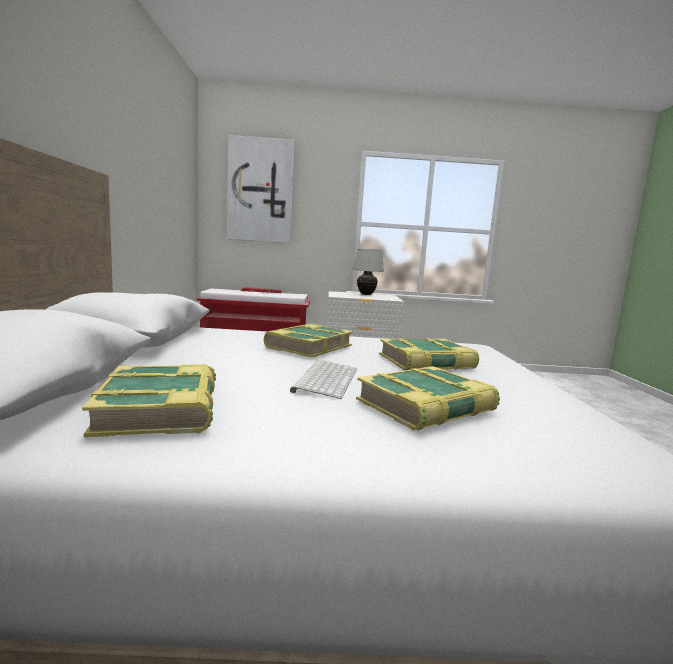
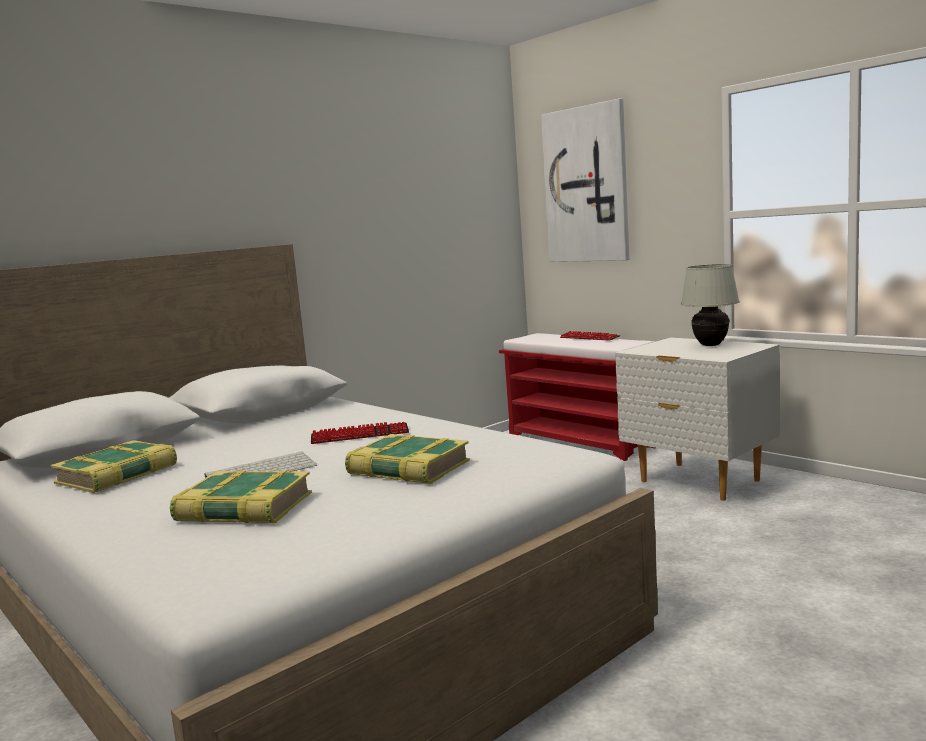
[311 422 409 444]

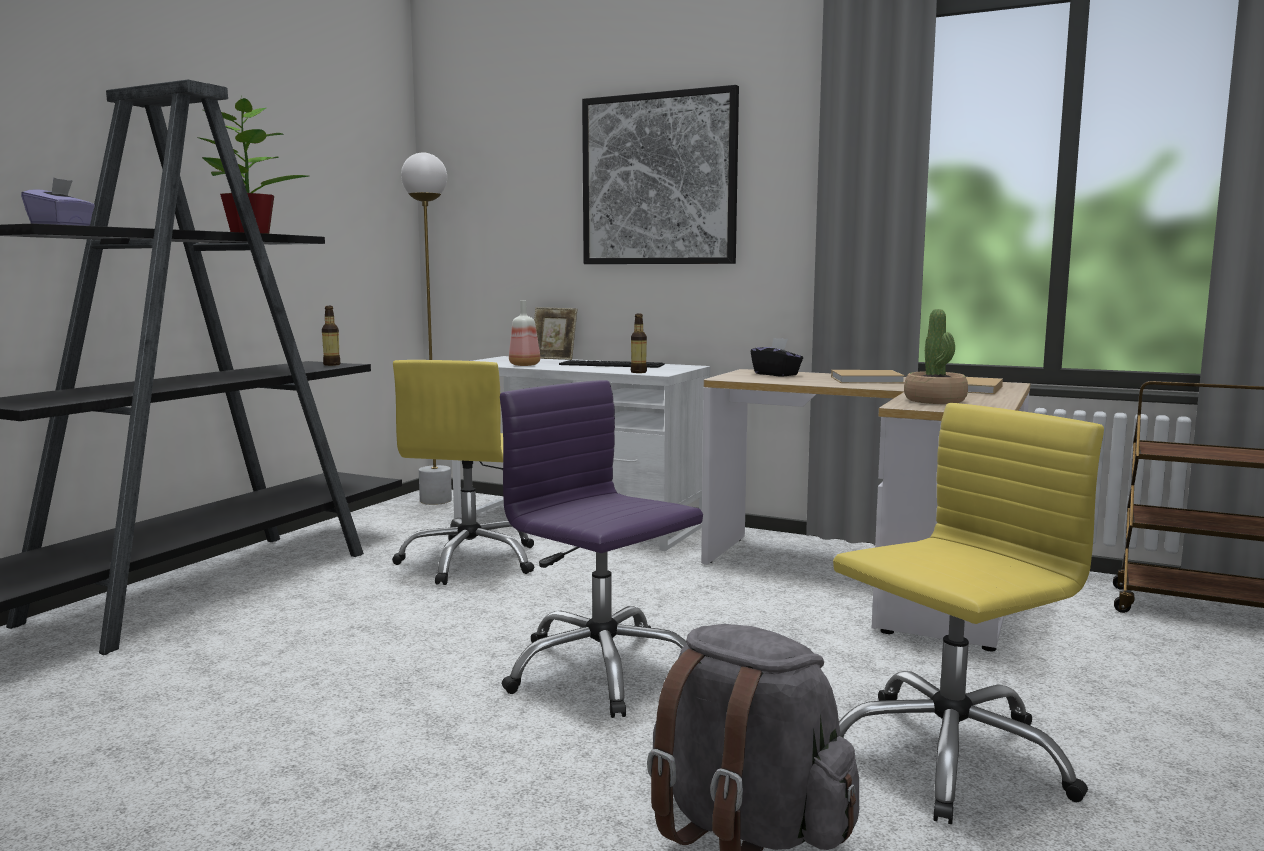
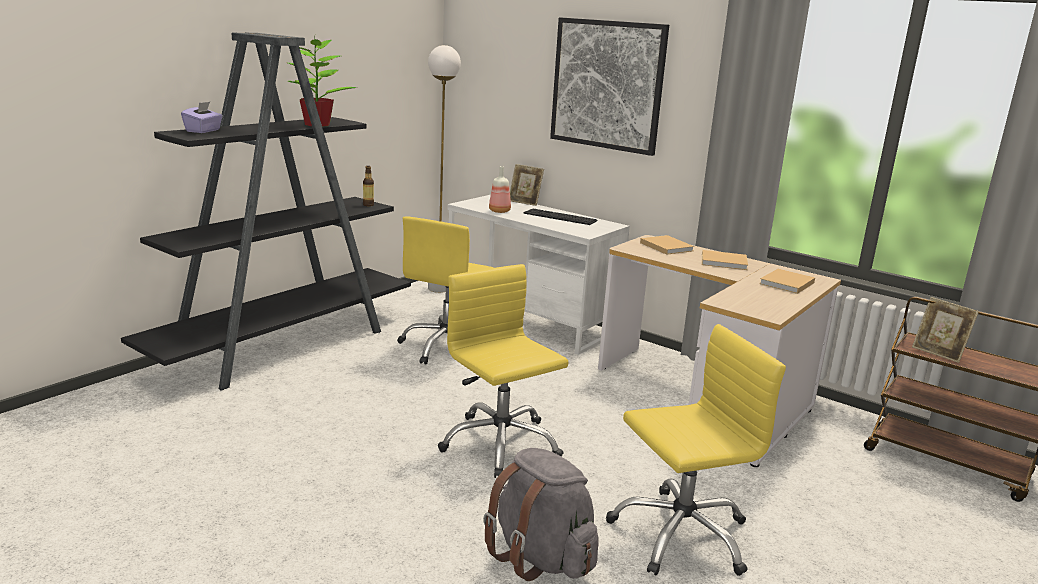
[438 264 569 478]
[640 235 694 255]
[912 297 979 363]
[631 314 647 373] (first image)
[904 309 968 404] (first image)

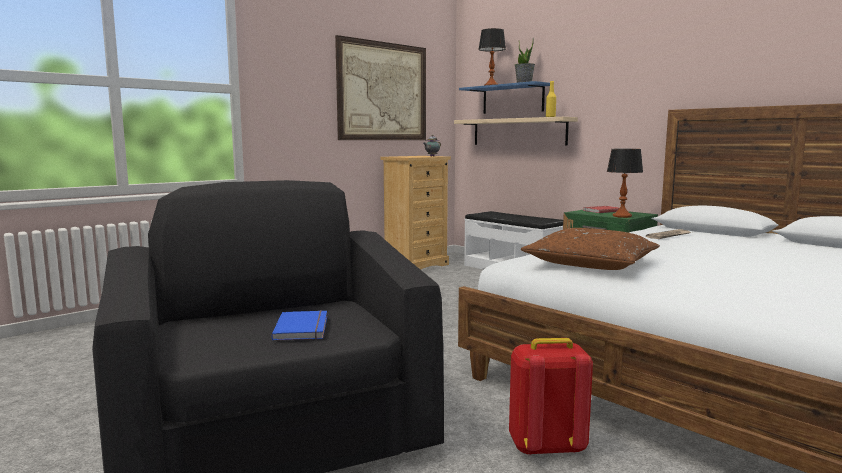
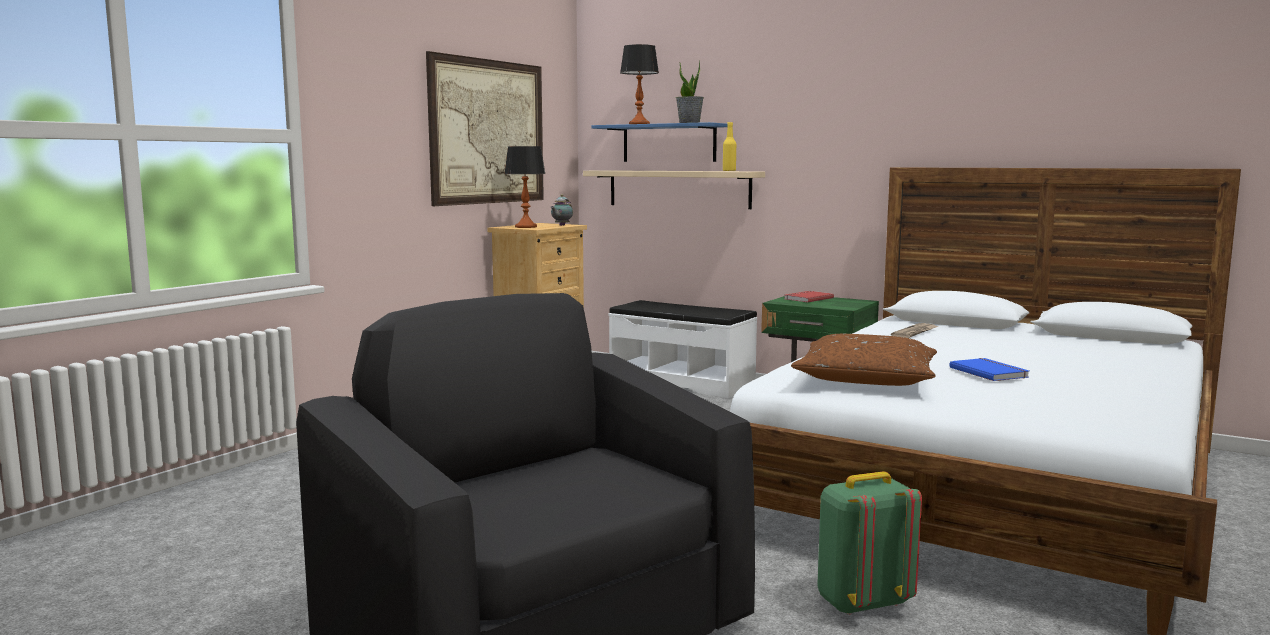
[504 146 546 228]
[817 472 922 615]
[949 358 1029 381]

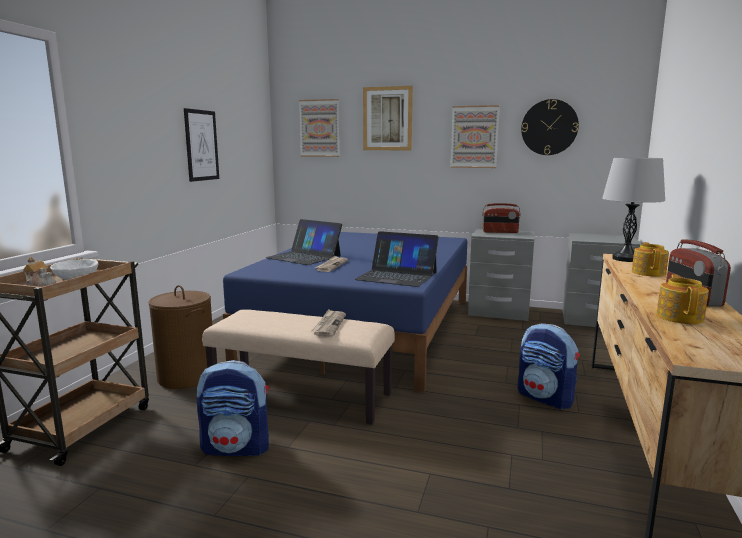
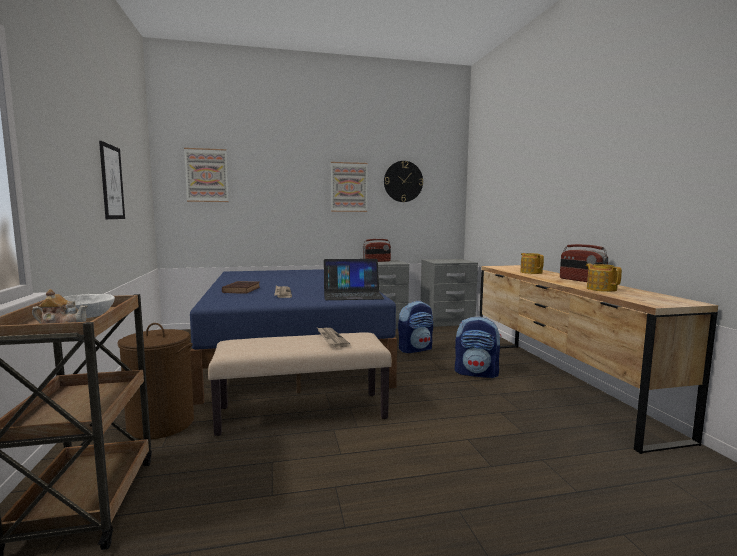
[222 281 260 294]
[398 301 433 353]
[363 86 413 150] (first image)
[602 158 665 262] (first image)

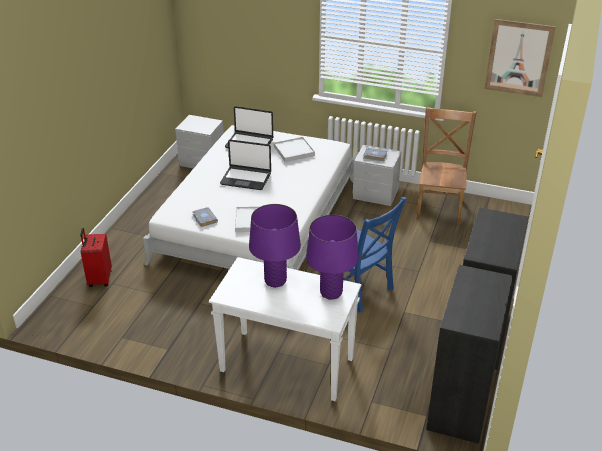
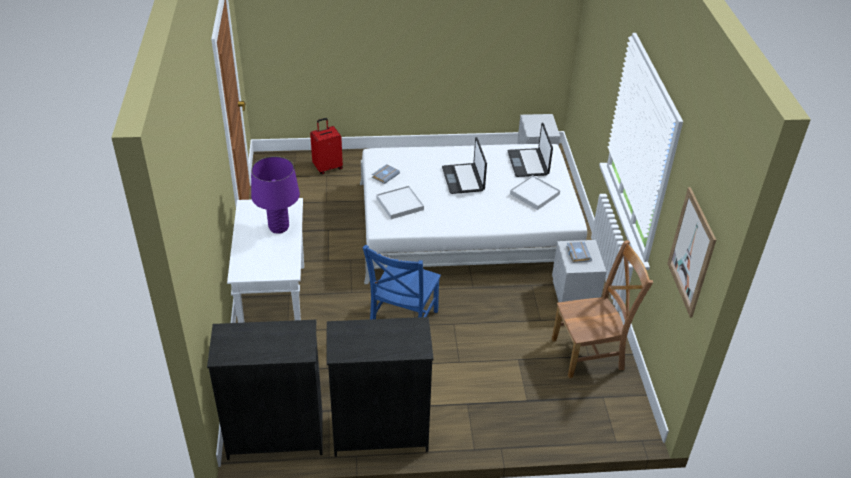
[306 215 359 300] (first image)

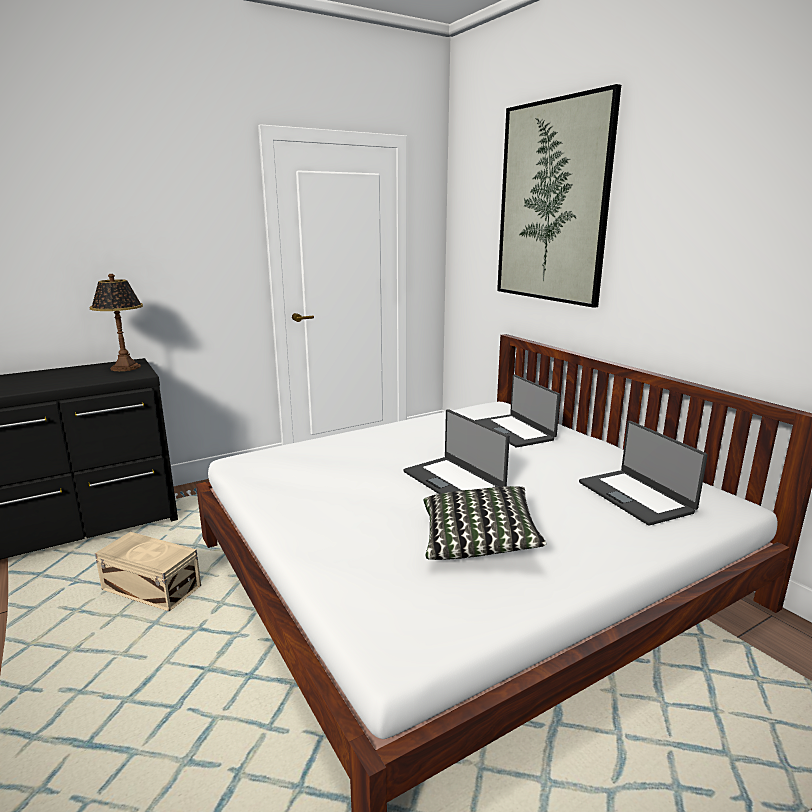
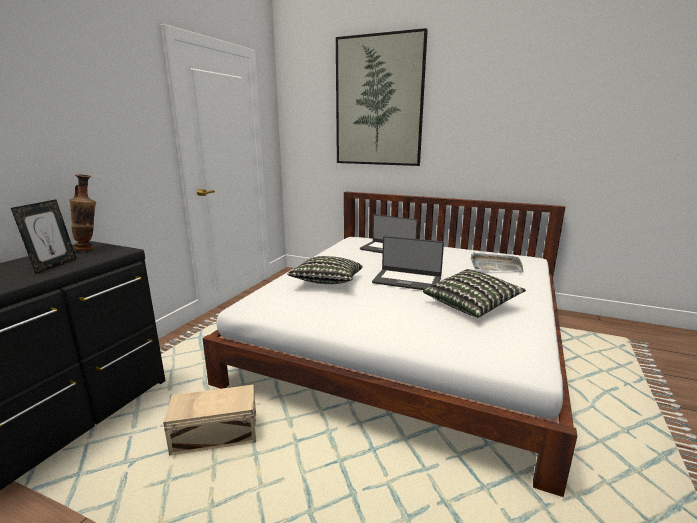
[11 199 76 274]
[69 174 96 251]
[287 256 363 284]
[471 252 524 273]

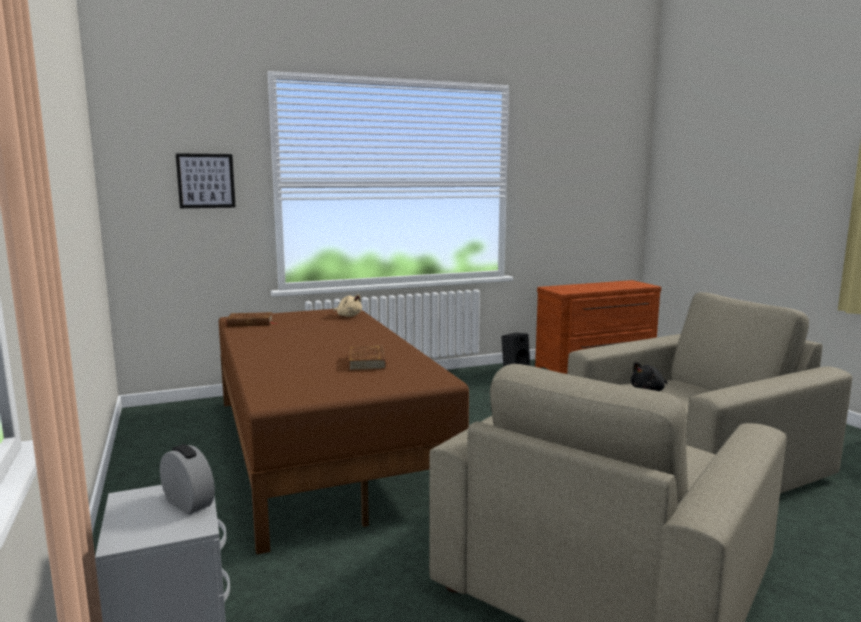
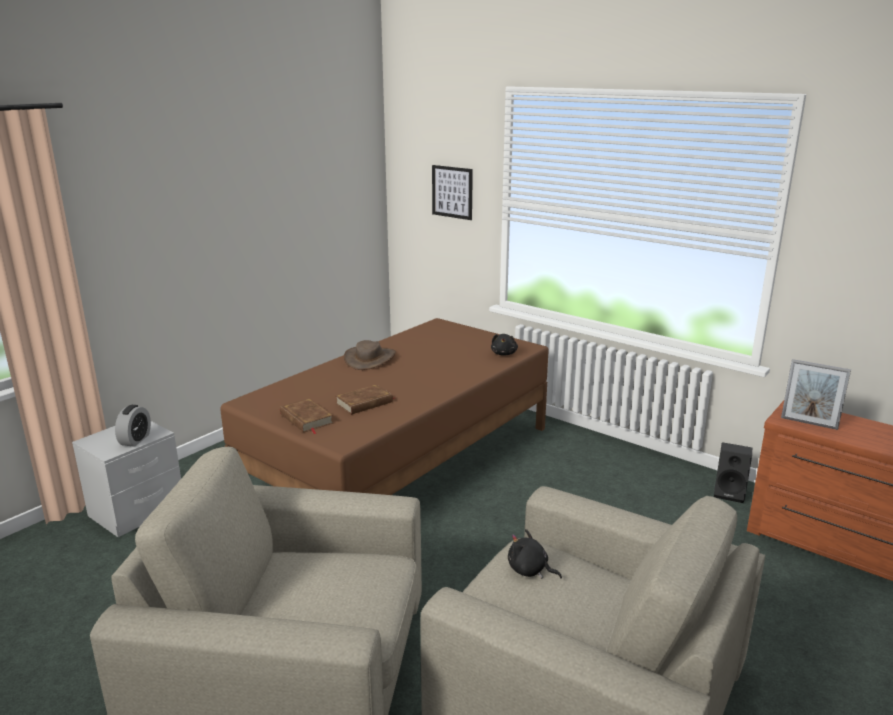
[280 398 334 434]
[344 340 396 370]
[491 334 518 356]
[781 359 851 430]

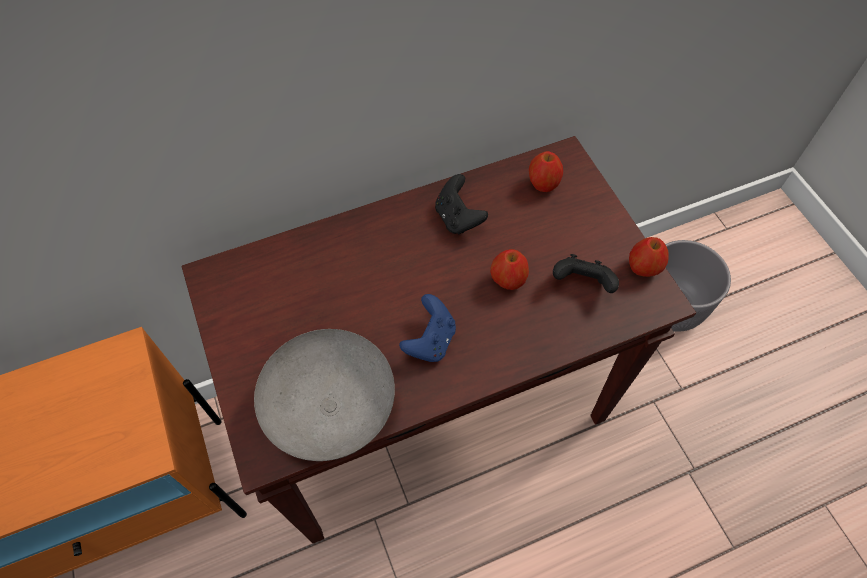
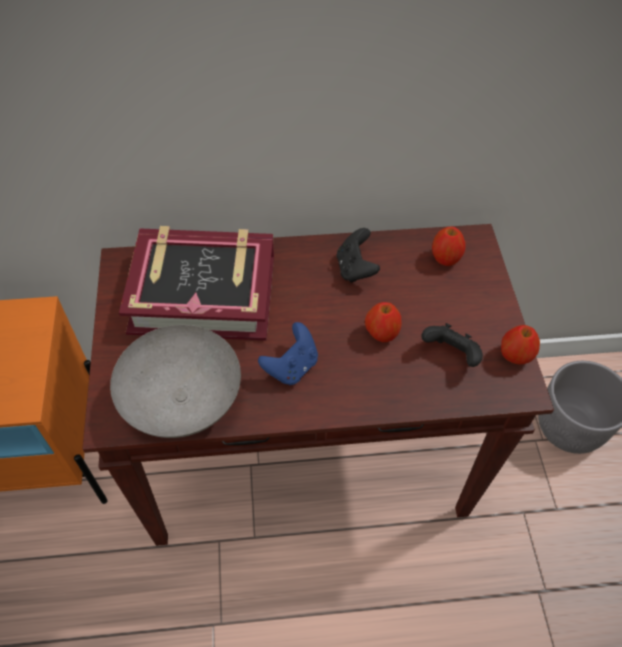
[119 226 274 341]

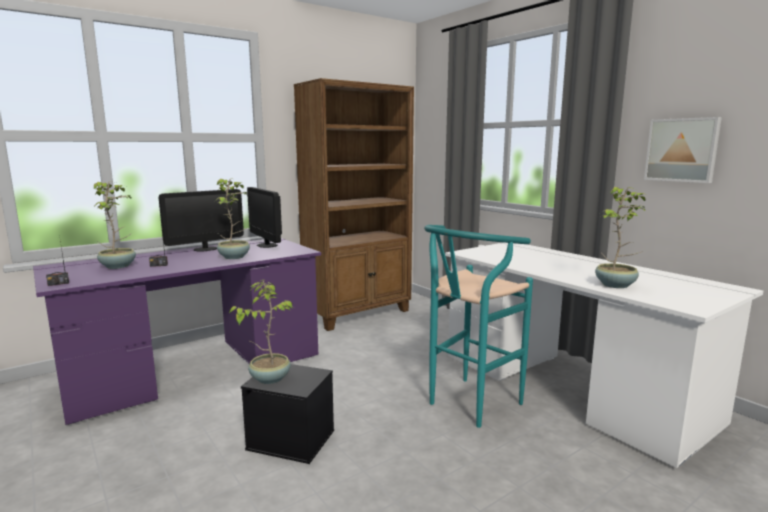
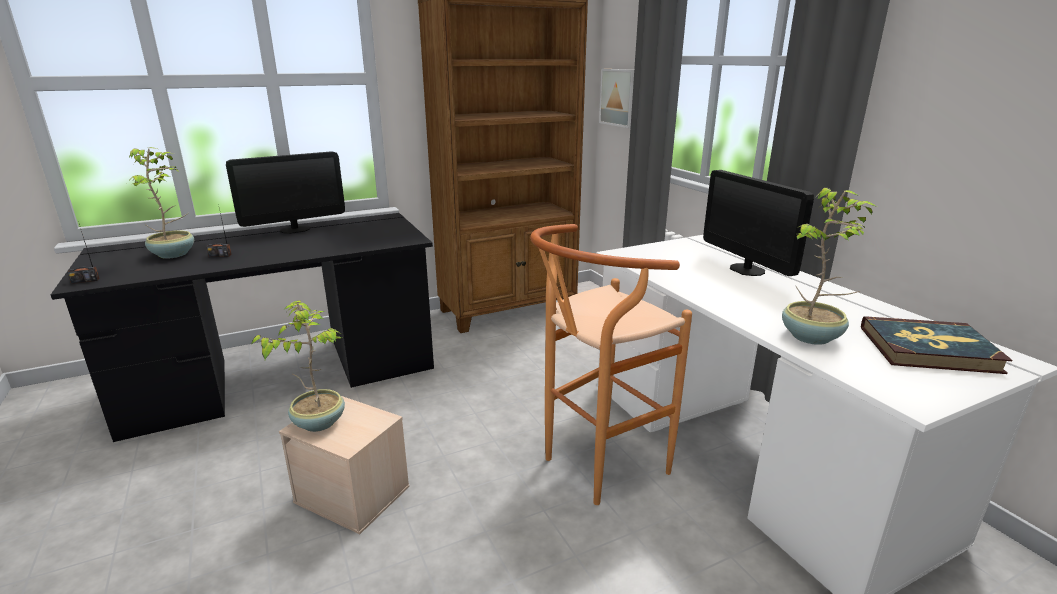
[51 213 434 442]
[279 396 409 534]
[530 224 692 505]
[599 69 634 128]
[703 170 814 276]
[861 316 1012 374]
[215 179 250 259] (first image)

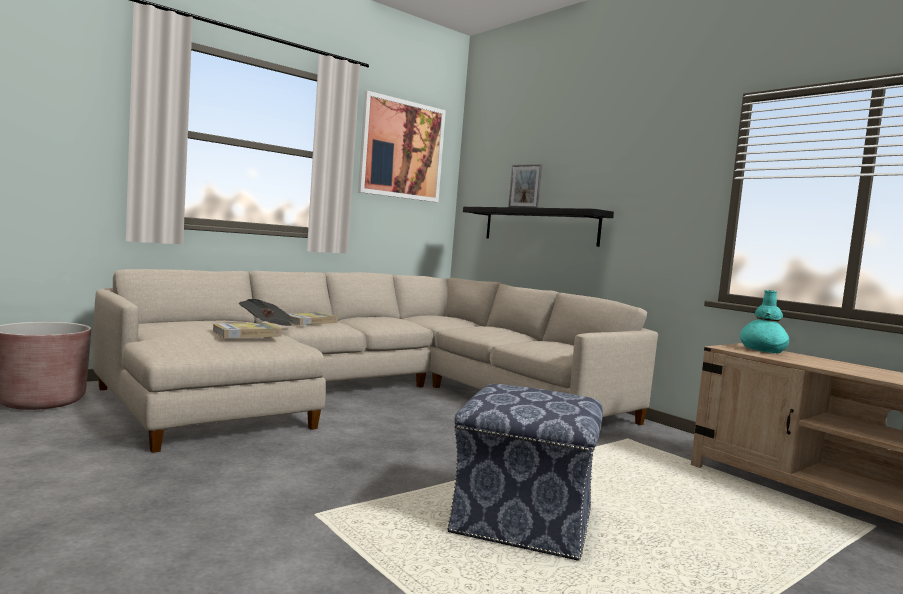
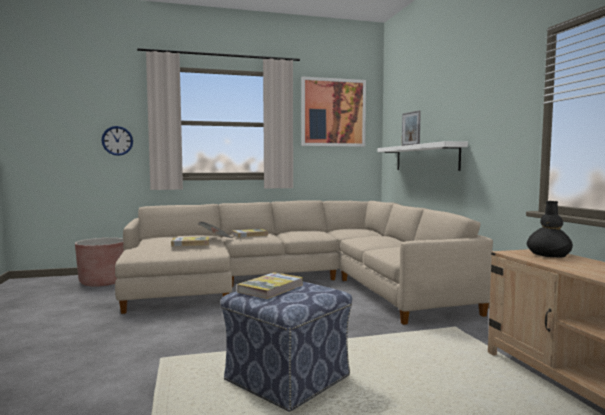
[101 126 133 156]
[237 272 303 299]
[378 141 468 171]
[527 201 573 258]

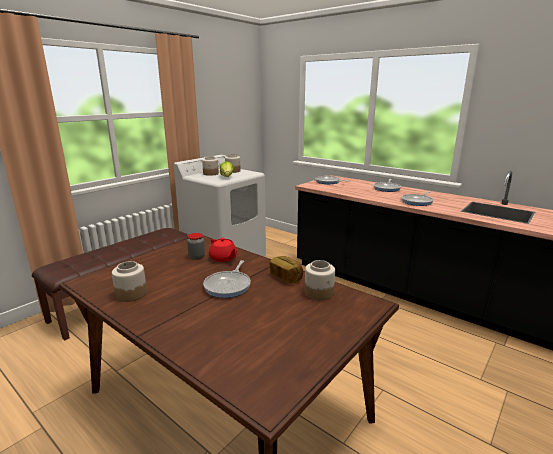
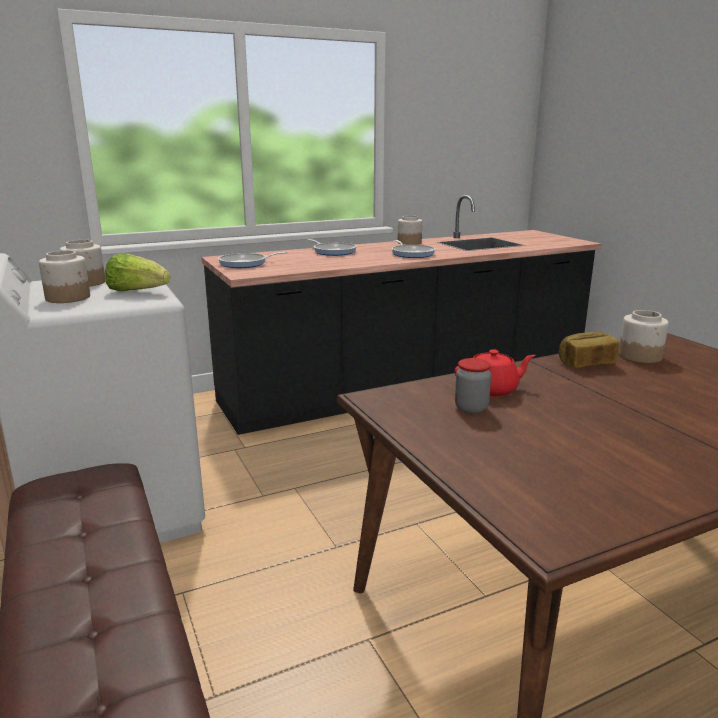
[398 215 422 245]
[203 260 251 298] (first image)

